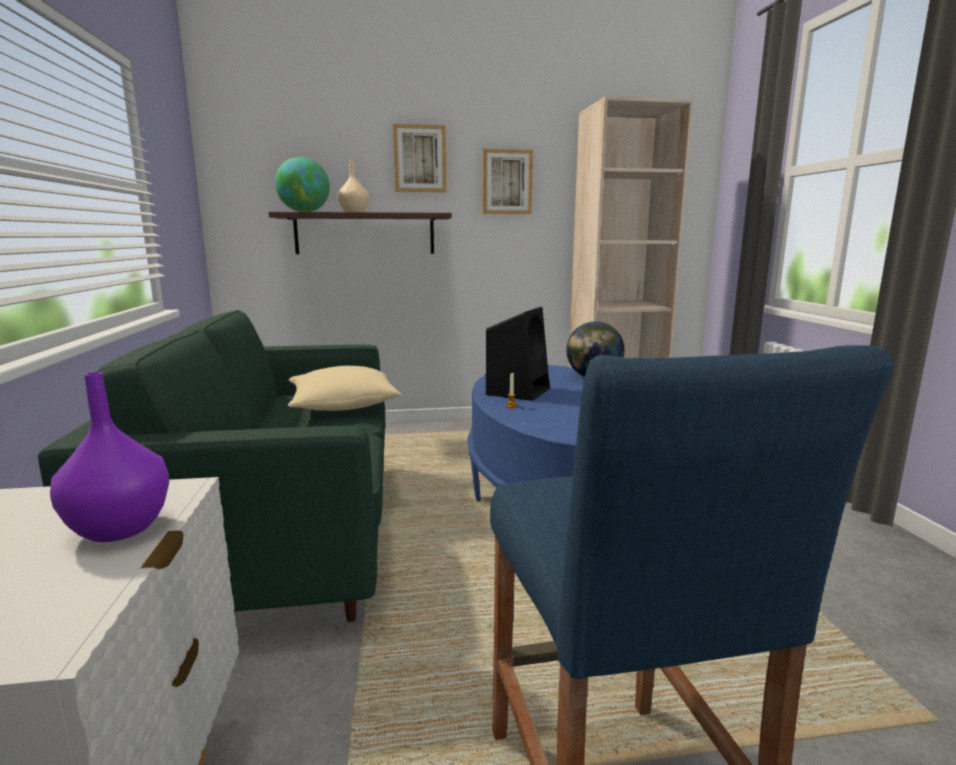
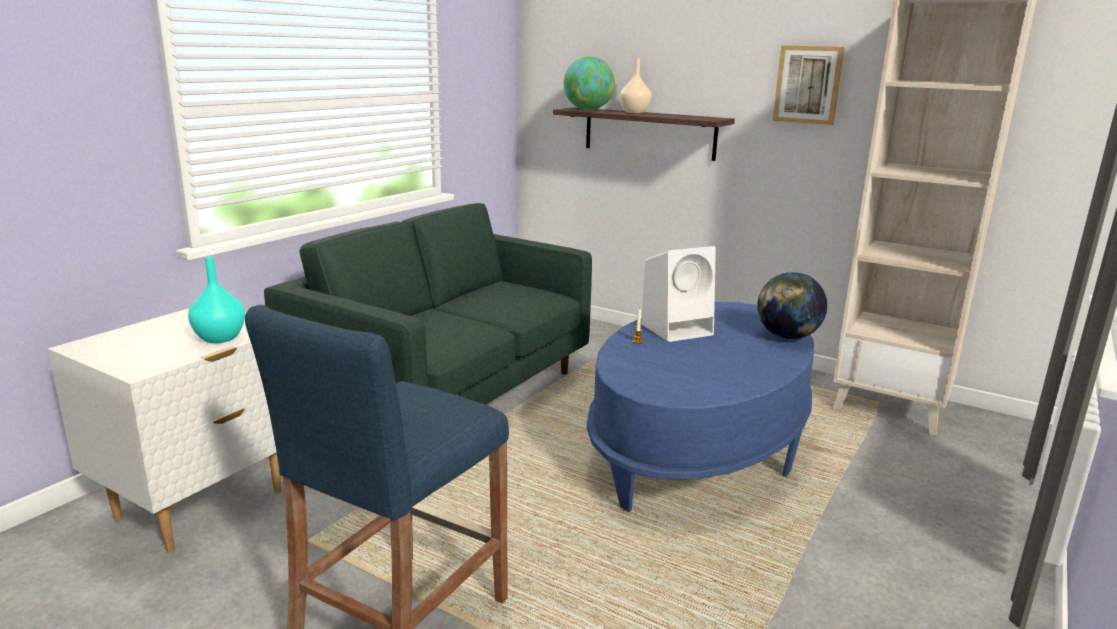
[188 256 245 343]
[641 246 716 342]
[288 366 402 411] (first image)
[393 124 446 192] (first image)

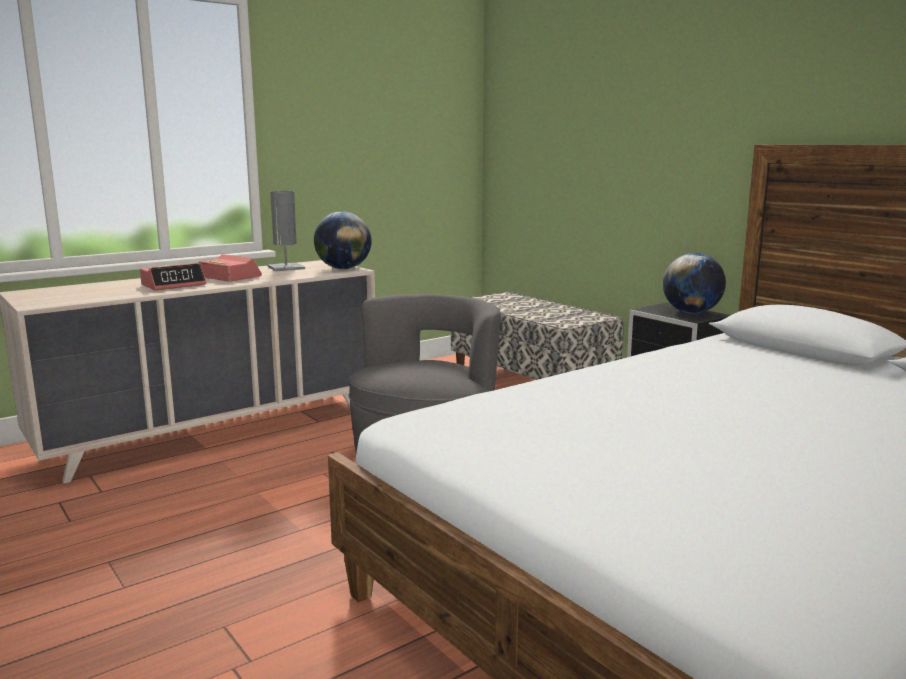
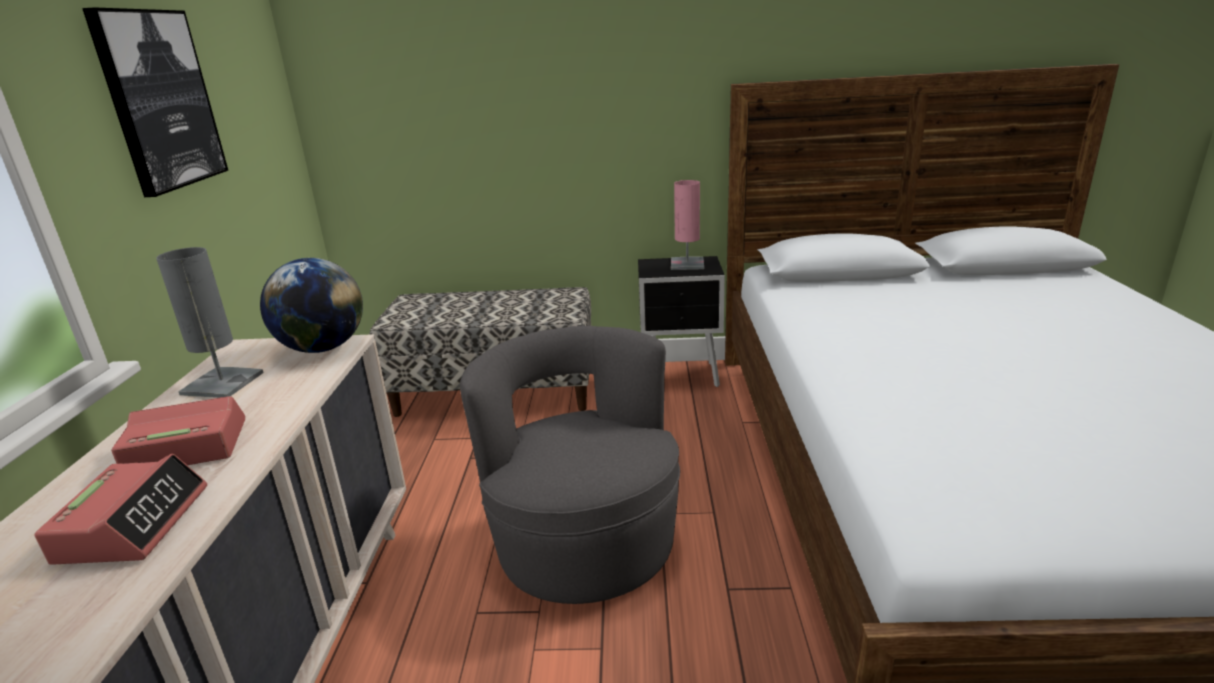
[82 7 228 197]
[671 180 704 270]

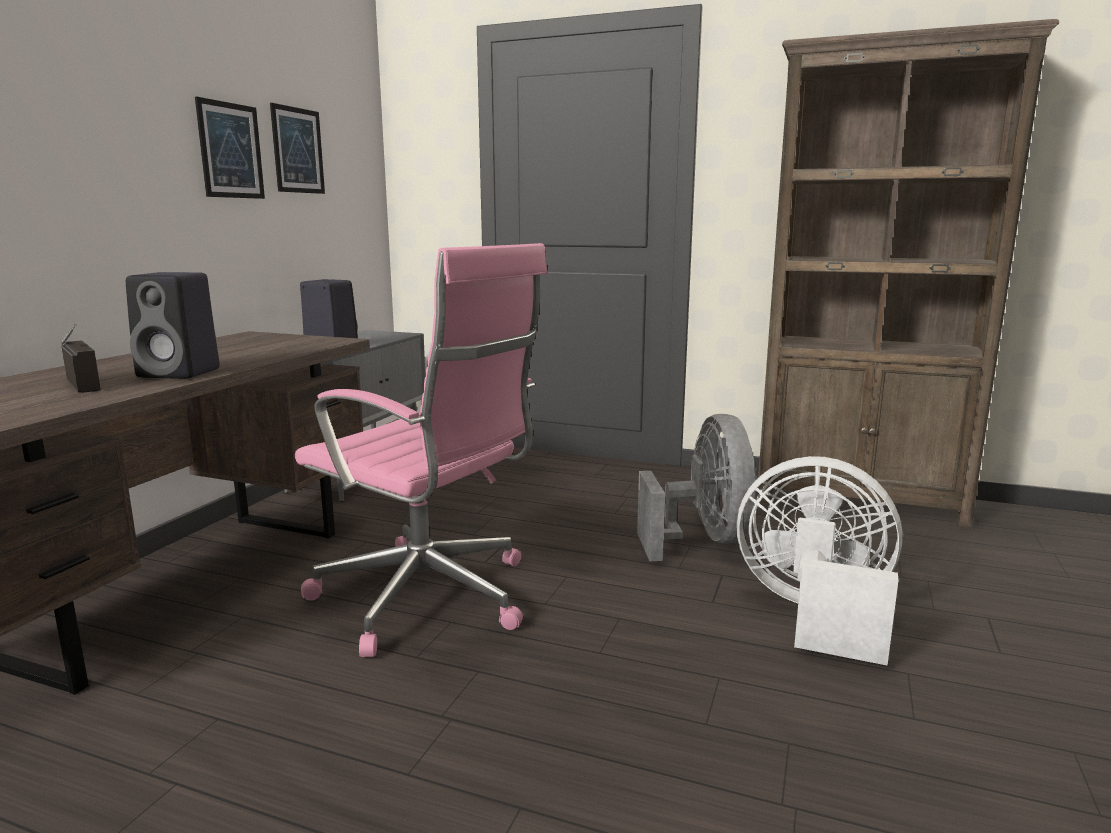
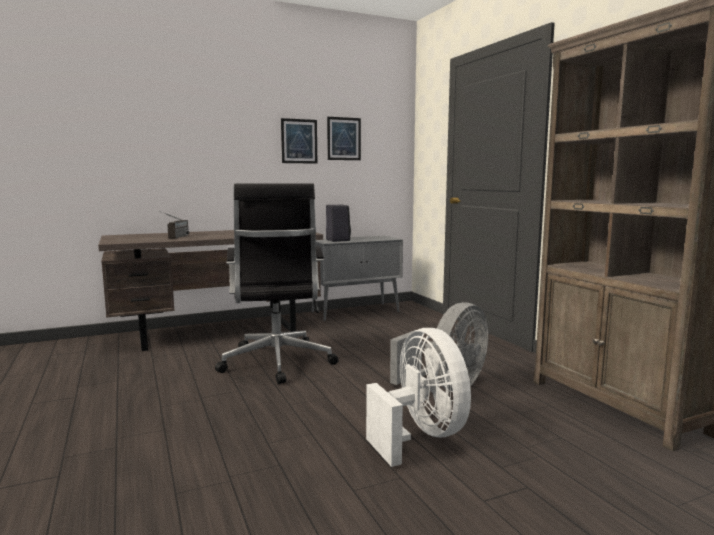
[215 183 338 384]
[126 272 220 379] (first image)

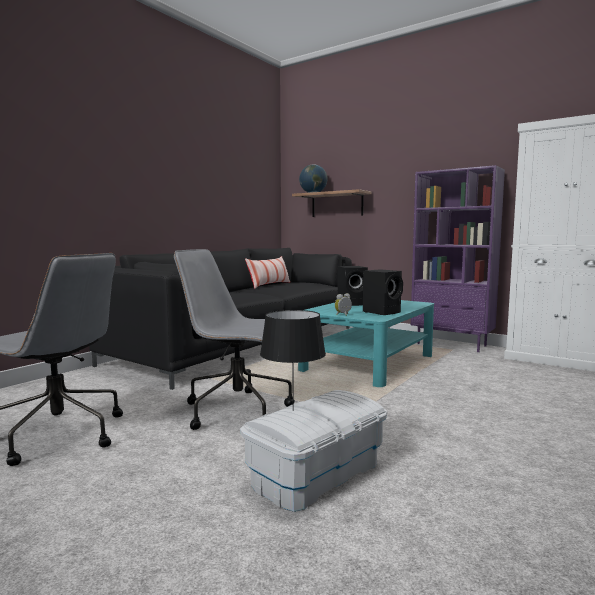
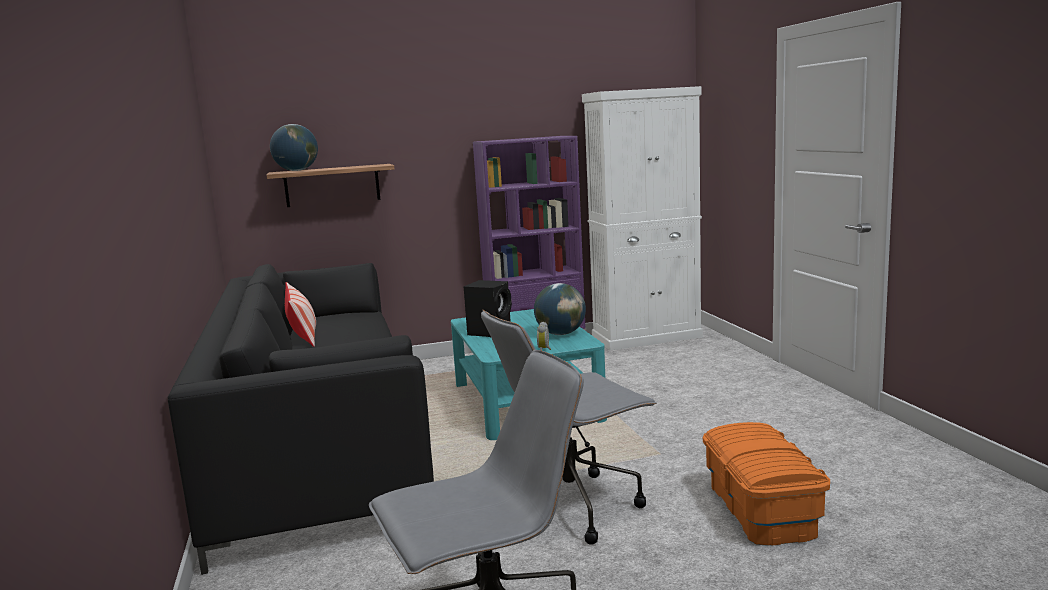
[534 283 586 335]
[702 422 830 545]
[260 310 326 411] (first image)

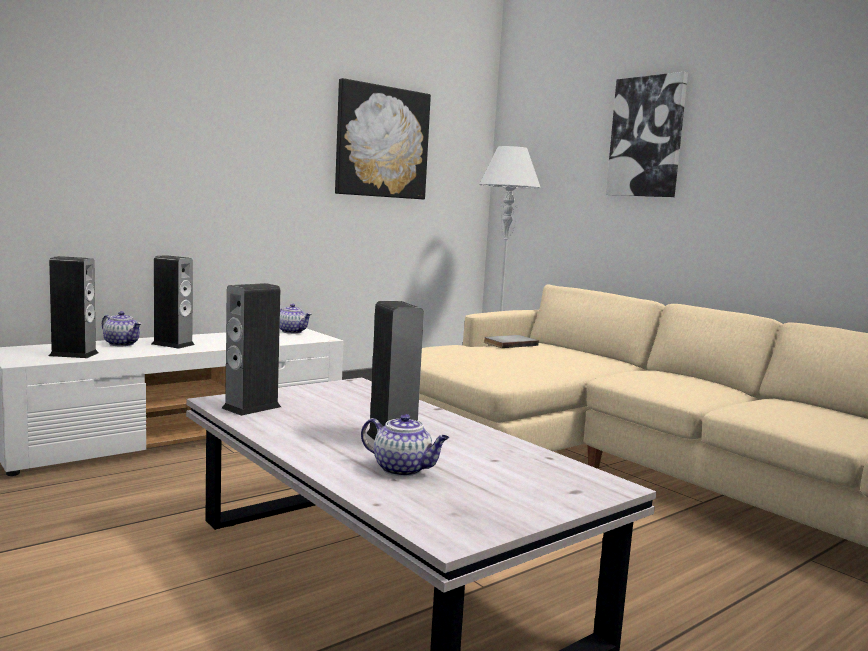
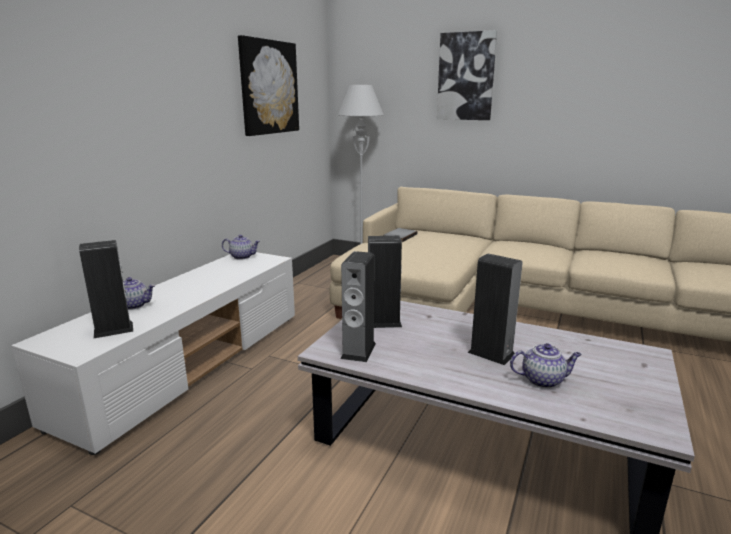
[368 236 402 328]

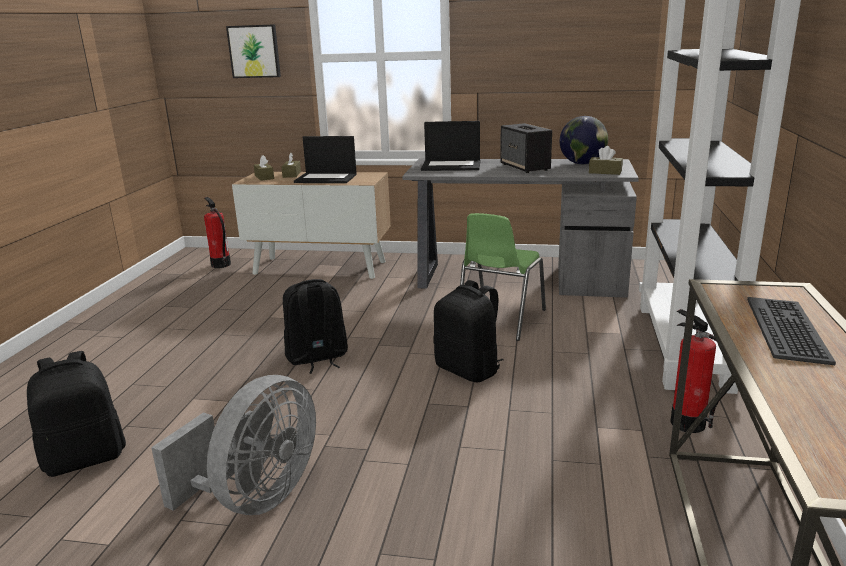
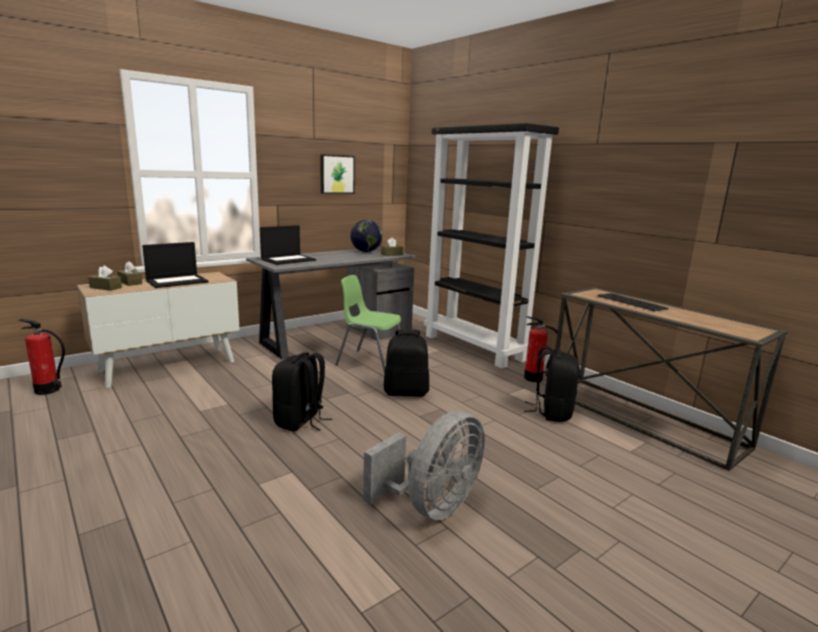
[320 154 355 194]
[335 275 401 373]
[363 411 485 520]
[525 346 580 422]
[500 123 552 173] (first image)

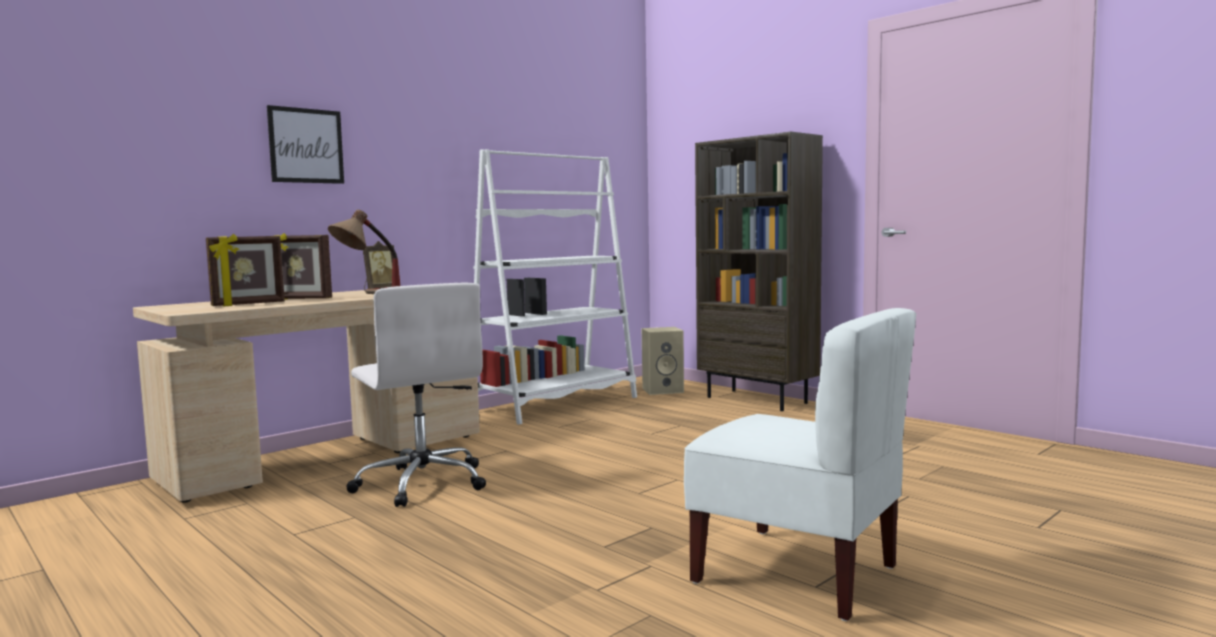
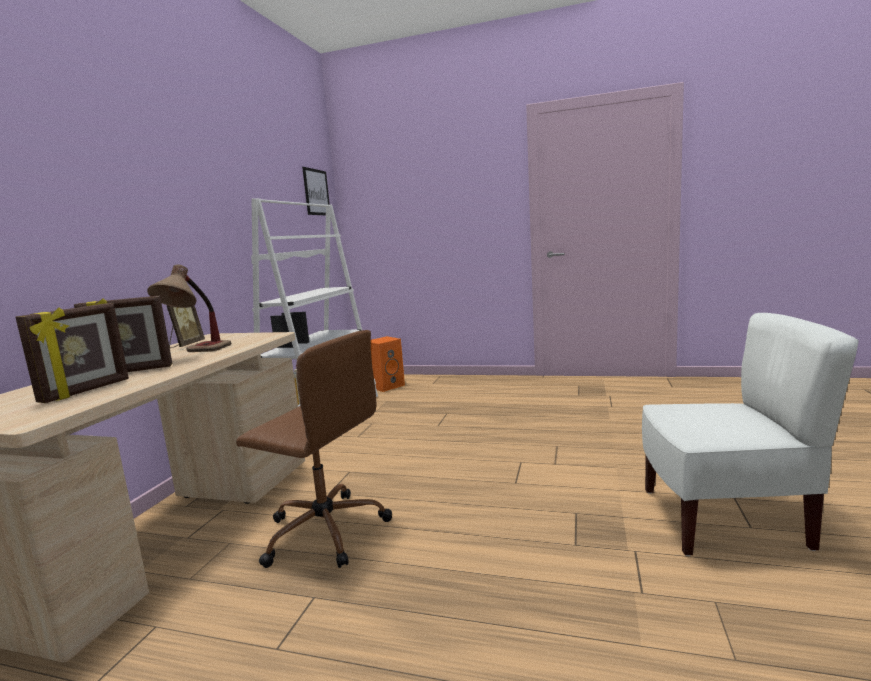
[236 330 392 568]
[302 167 330 215]
[371 336 405 392]
[695 132 823 411] (first image)

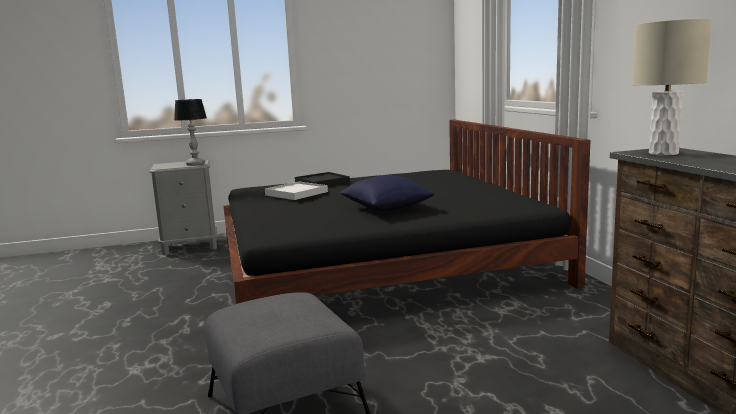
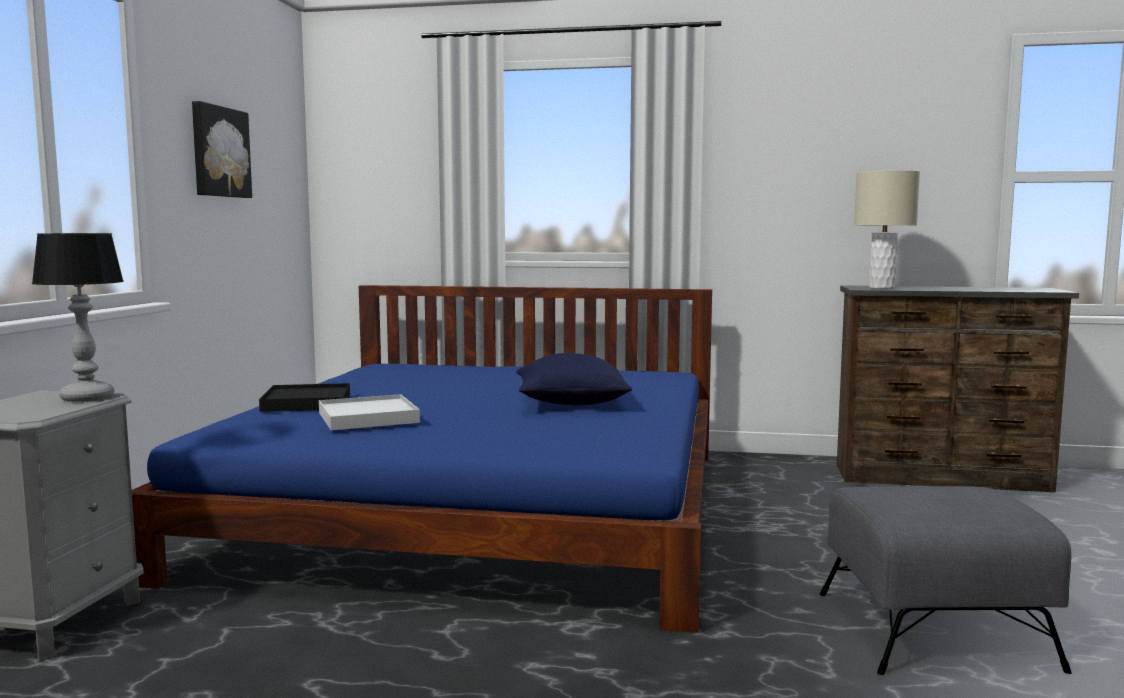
[132 285 712 633]
[192 101 252 198]

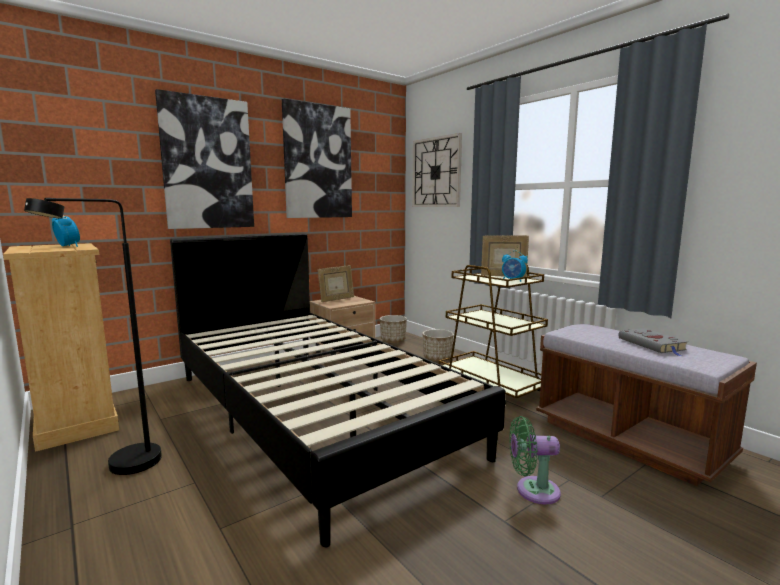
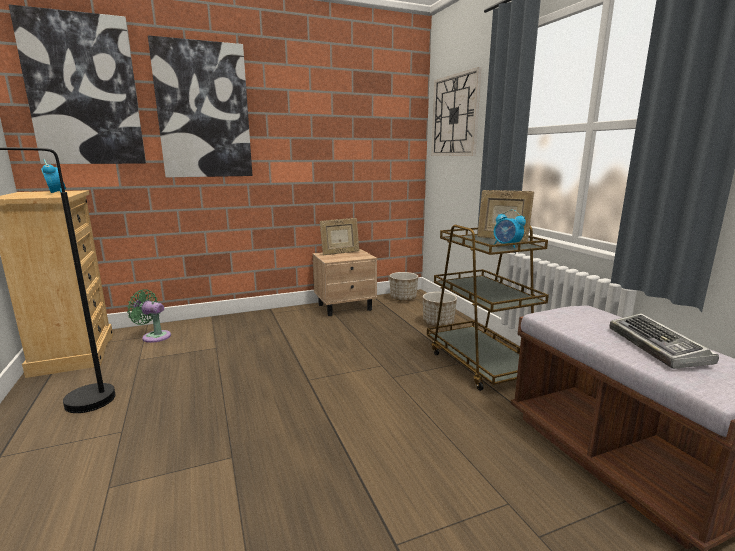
[9 4 146 164]
[127 289 171 343]
[610 313 719 369]
[170 233 506 547] (first image)

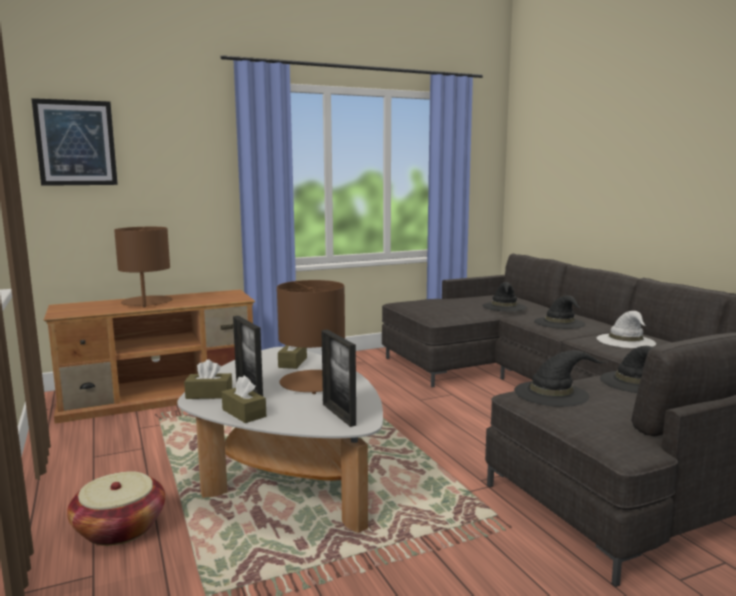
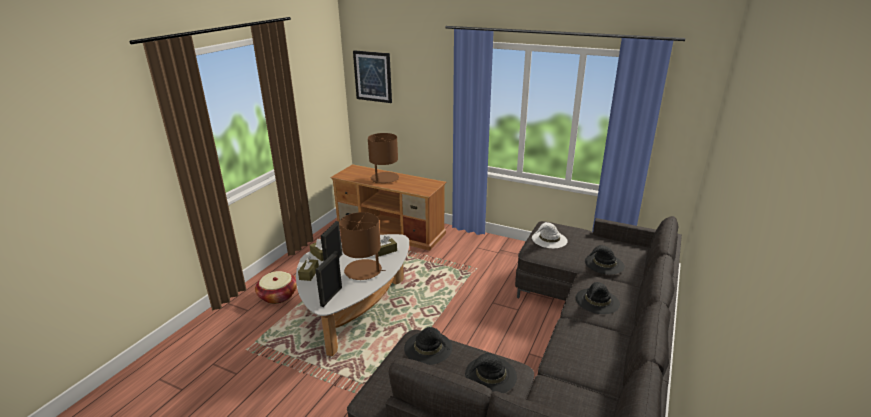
[532 222 568 248]

